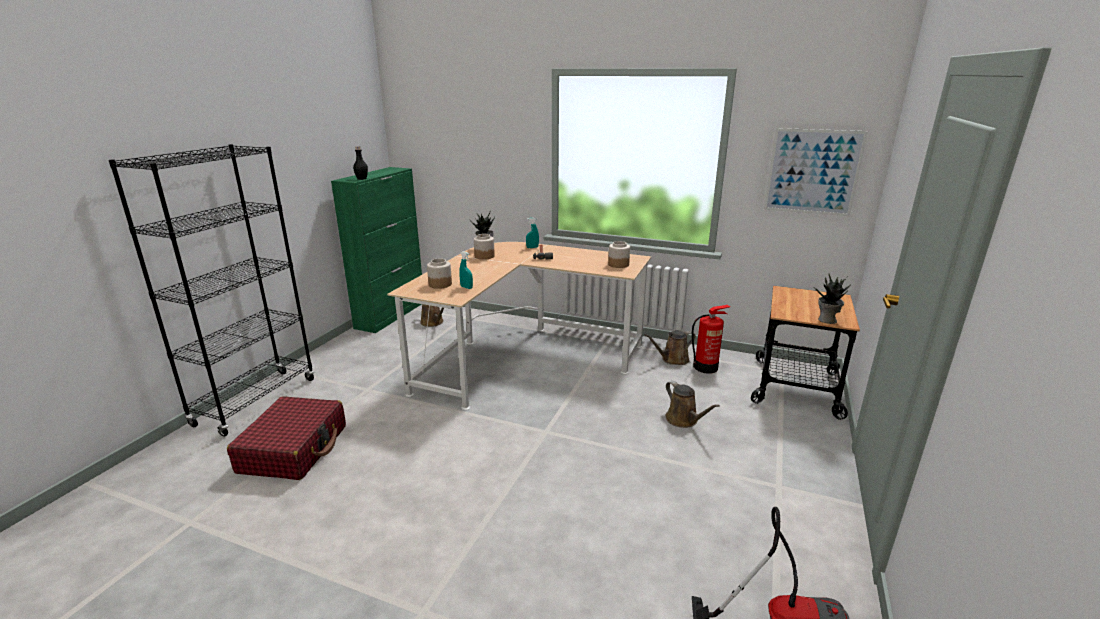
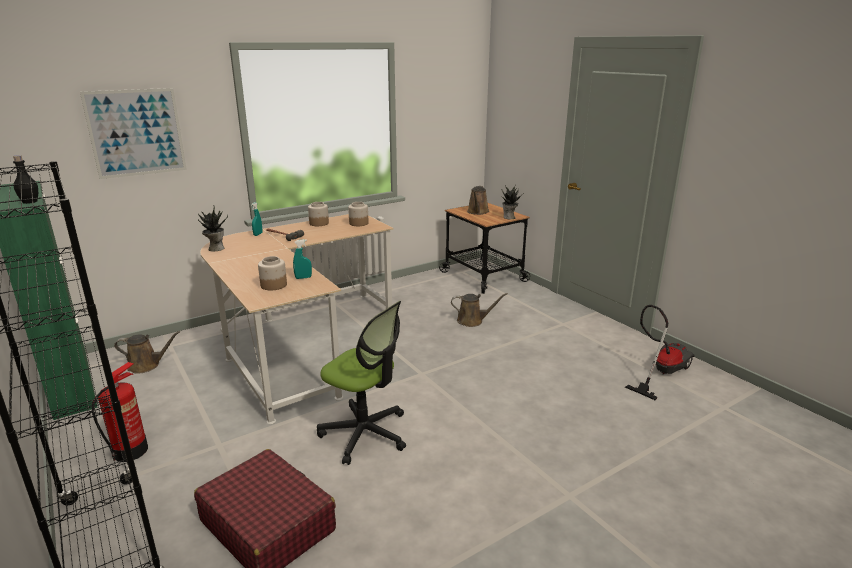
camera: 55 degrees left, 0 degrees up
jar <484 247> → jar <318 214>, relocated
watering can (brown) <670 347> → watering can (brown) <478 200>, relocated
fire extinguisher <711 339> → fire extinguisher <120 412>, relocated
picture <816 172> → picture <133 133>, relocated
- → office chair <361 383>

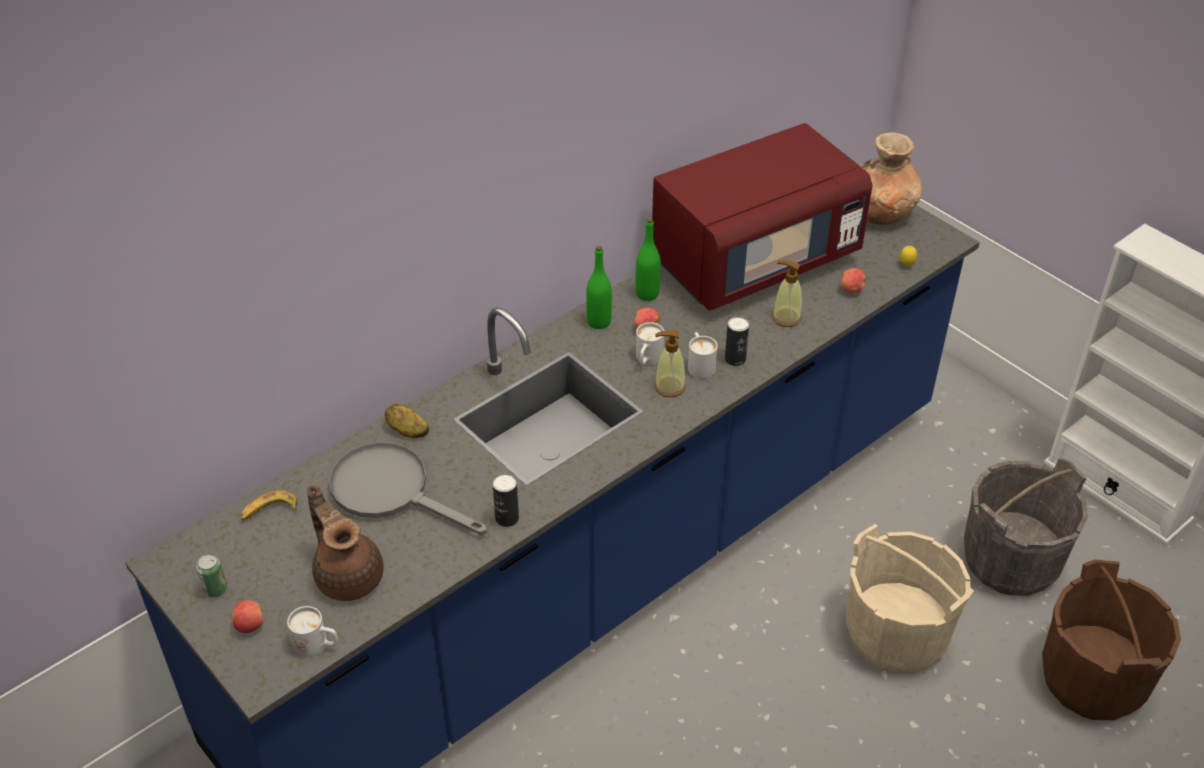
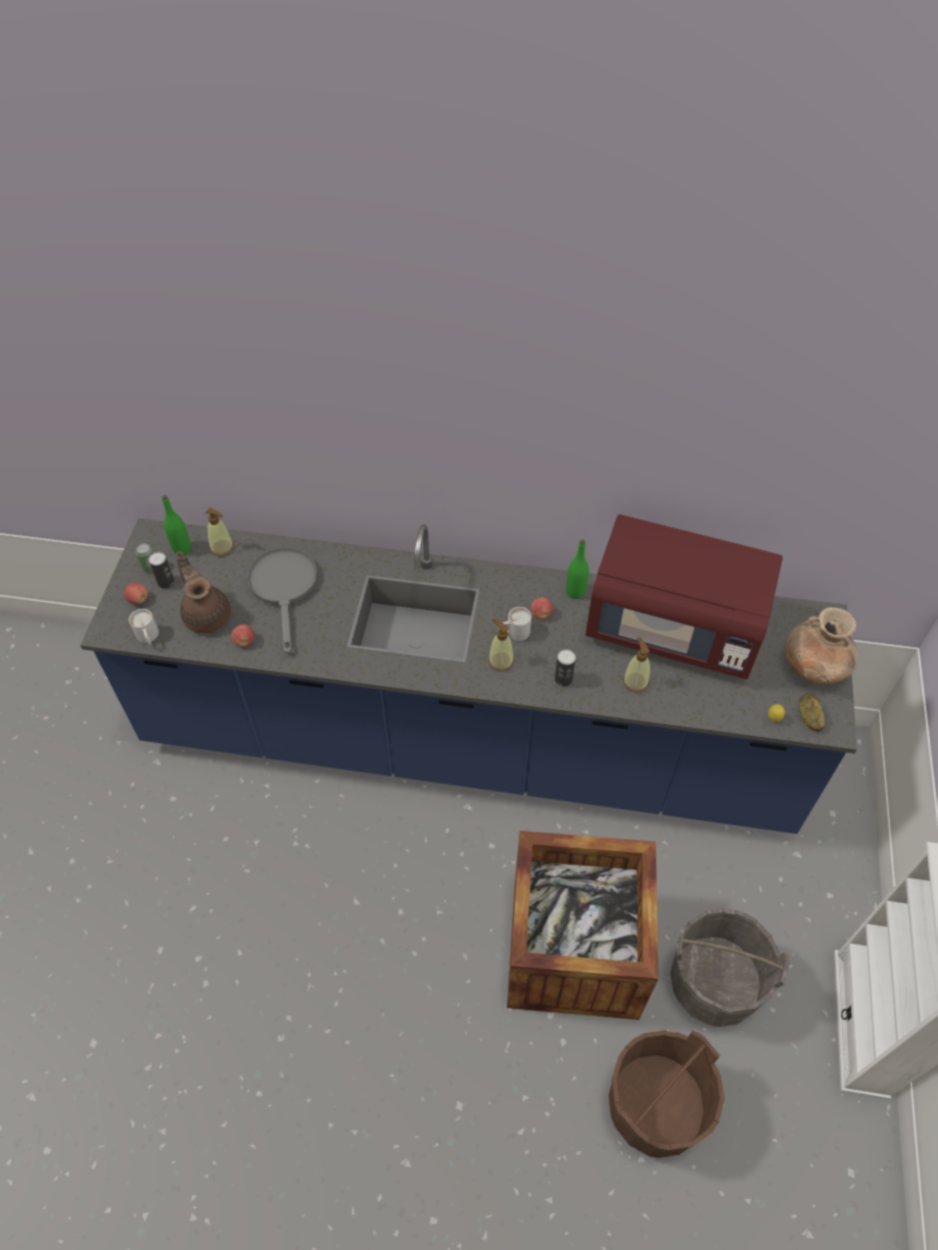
camera: 50 degrees right, 10 degrees up
banana <269 505> → soap dispenser <219 532>
teapot (brown) <345 542> → teapot (brown) <203 592>, 45 degrees counterclockwise
potato <407 421> → potato <812 713>, relocated
can <505 500> → can <162 570>, relocated
bottle (green) <599 287> → bottle (green) <176 524>, relocated
mug (white) <703 355> → -
apple <853 281> → apple <243 635>, relocated
bucket (beige) <910 599> → crate <583 925>

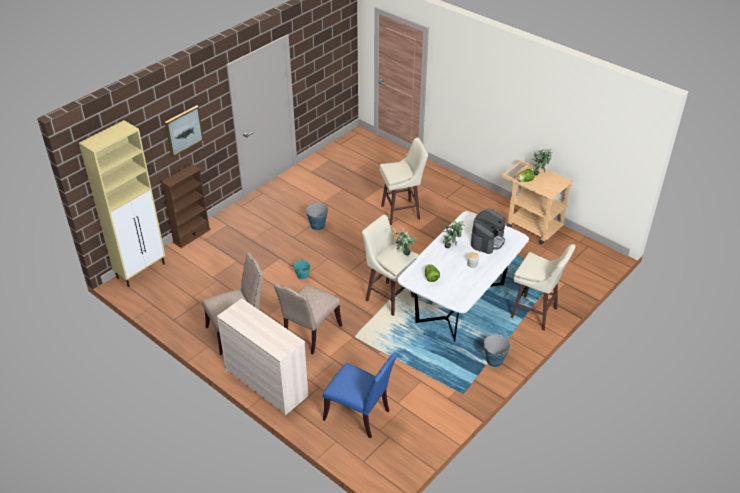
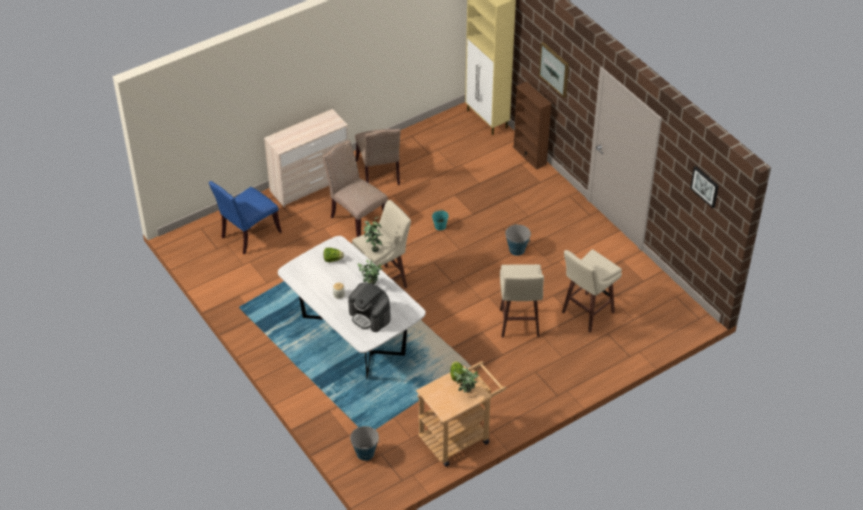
camera: 105 degrees right, 5 degrees up
bucket <497 350> → bucket <365 443>, relocated
stool (beige) <543 287> → stool (beige) <592 290>, relocated
- → picture <704 187>

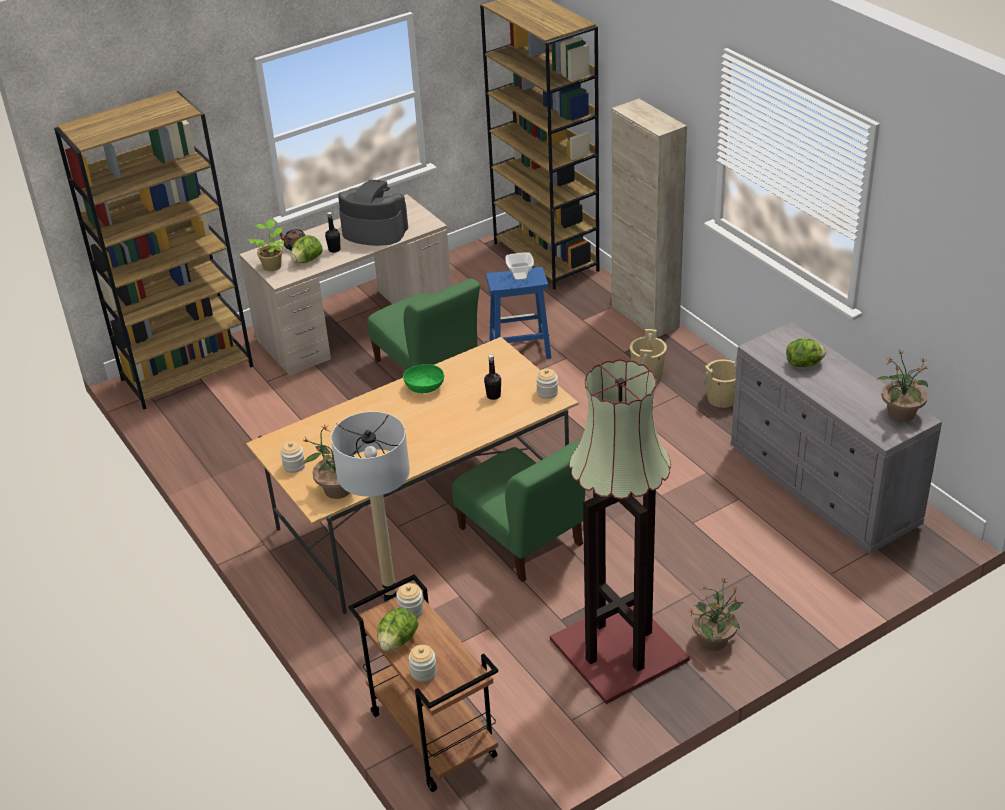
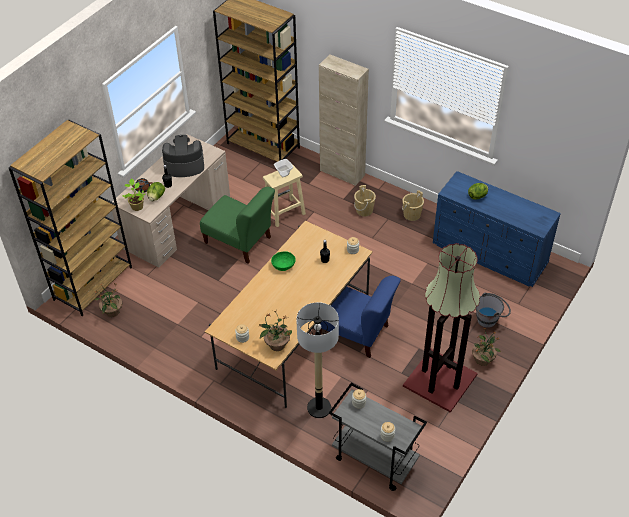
camera: 25 degrees left, 10 degrees up
cart (brown) <423 683> → cart (grey) <378 437>
lettuce <398 629> → -
chair (green) <519 511> → chair (blue) <360 317>
stool (blue) <518 313> → stool (beige) <284 195>
dresser (grey) <836 437> → dresser (blue) <497 229>
potted plant <902 386> → potted plant <108 300>, relocated
- → bucket (grey) <493 310>

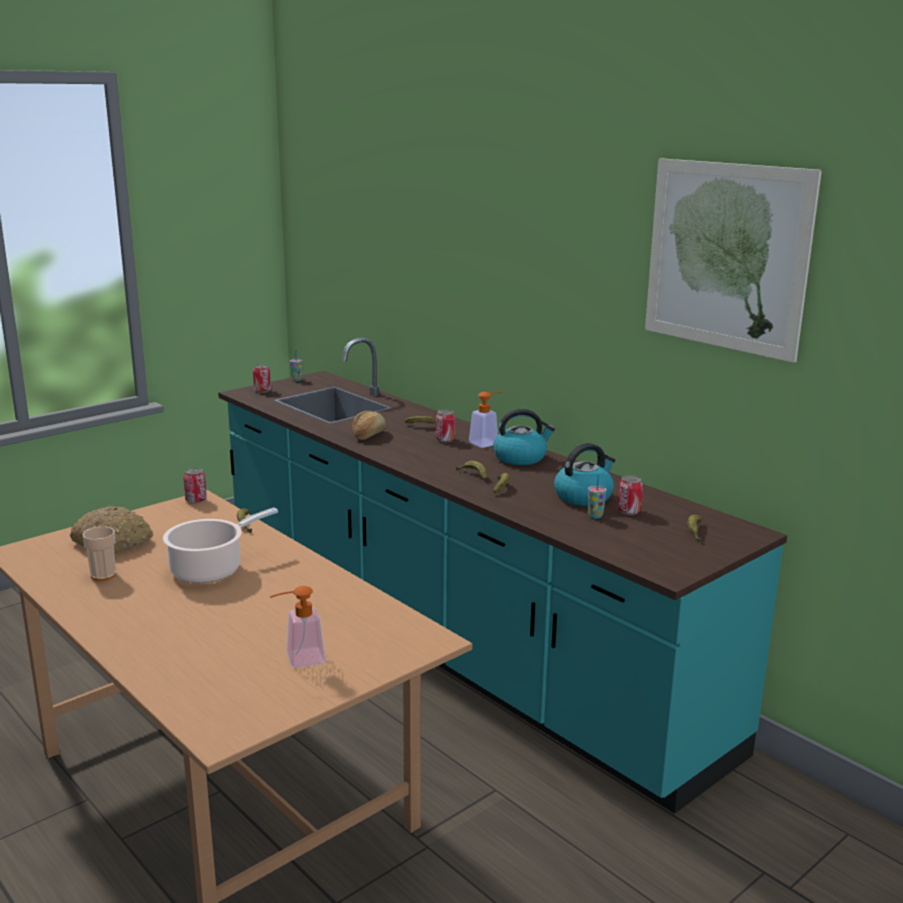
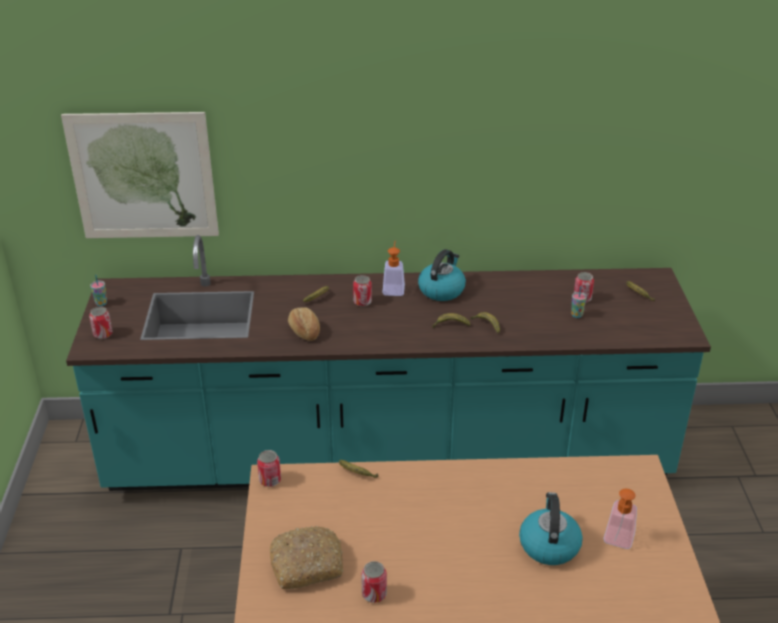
camera: 50 degrees left, 15 degrees up
cup <99 554> → can <374 582>
cooking pot <220 545> → -
kettle <584 474> → kettle <551 528>, relocated
picture <733 260> → picture <140 175>, relocated

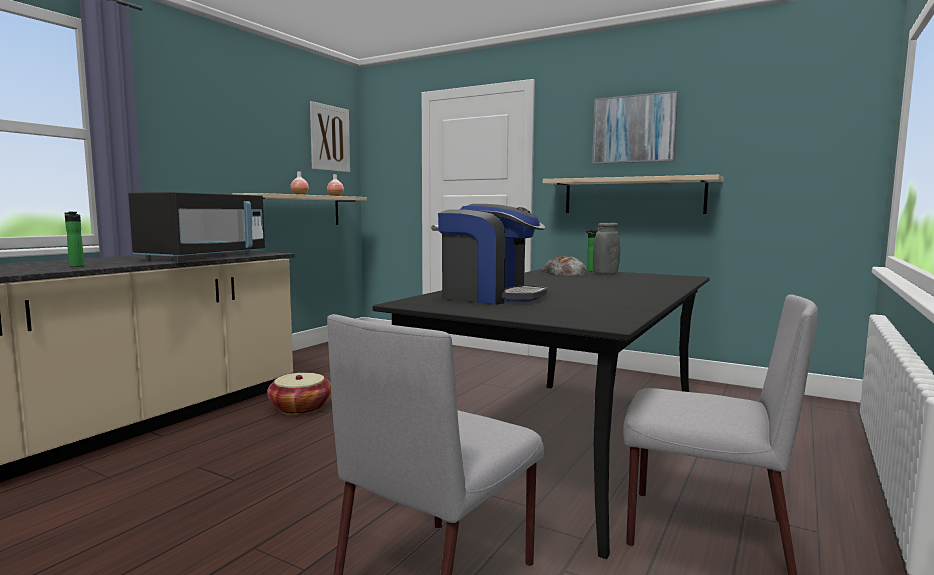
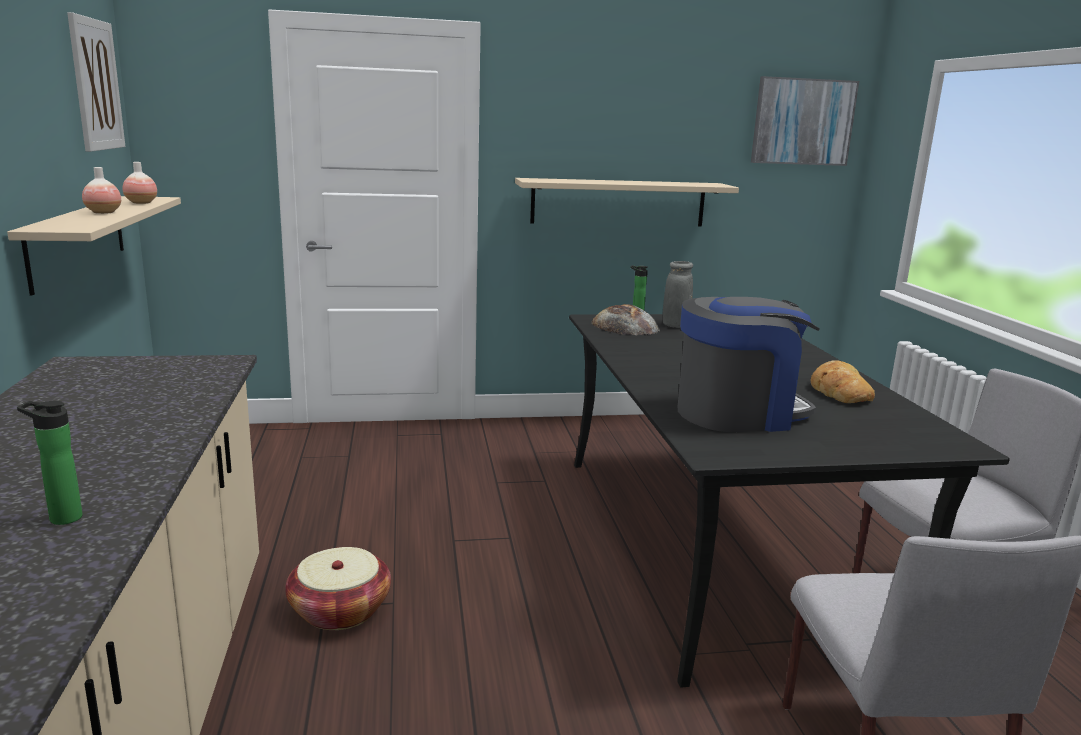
camera: 40 degrees left, 10 degrees up
microwave (black) <197 226> → -
picture <635 127> → picture <805 121>, relocated
- → bread <843 381>

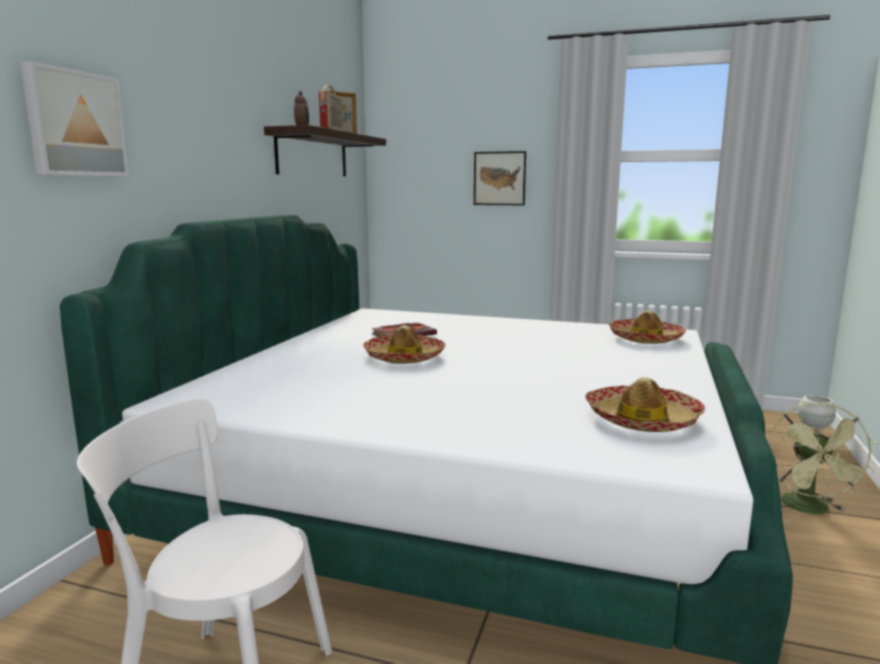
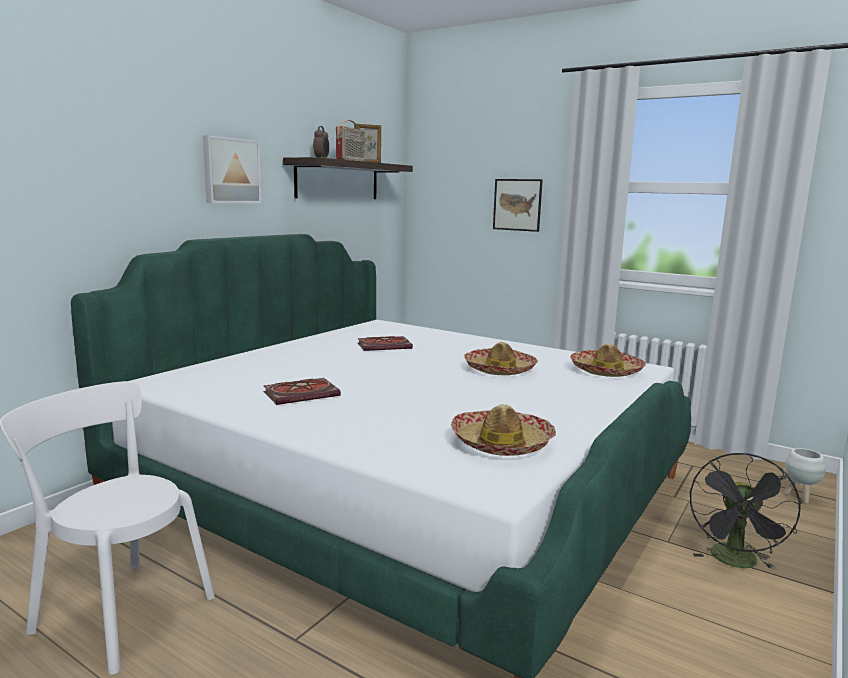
camera: 15 degrees right, 0 degrees up
picture <74 118> → picture <232 169>, relocated
hat <404 345> → hat <501 358>, relocated
fan (green) <823 458> → fan (black) <745 511>
- → book <302 391>

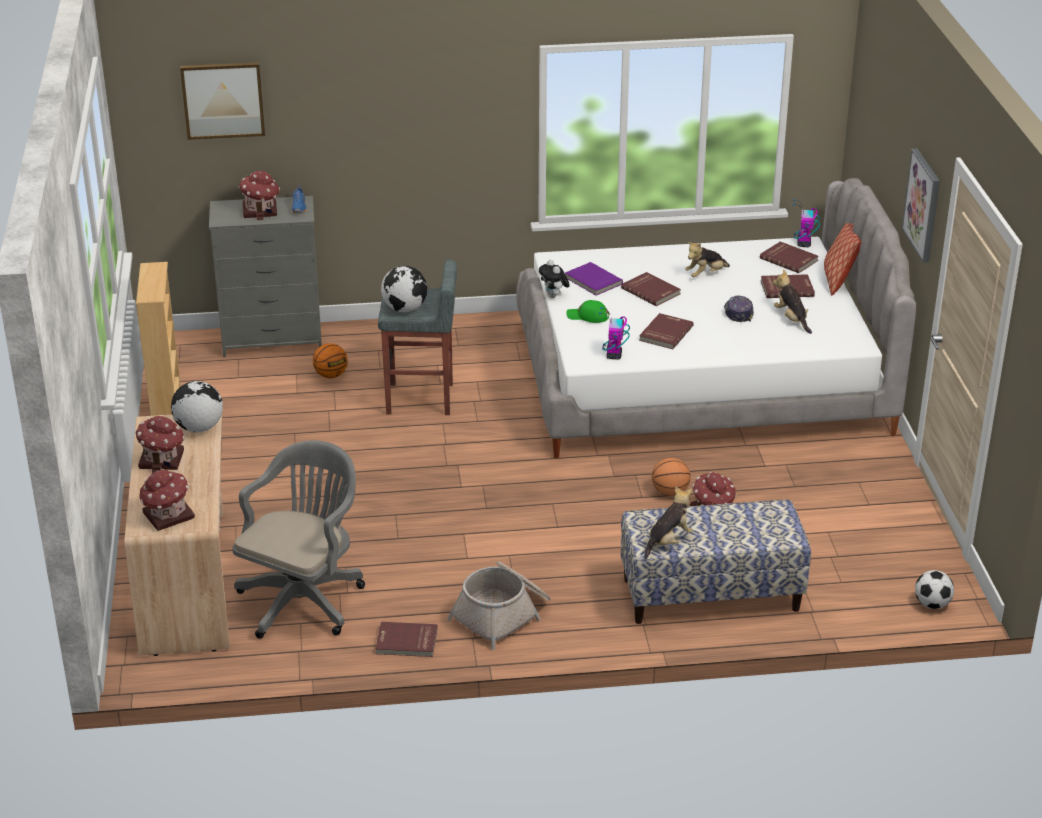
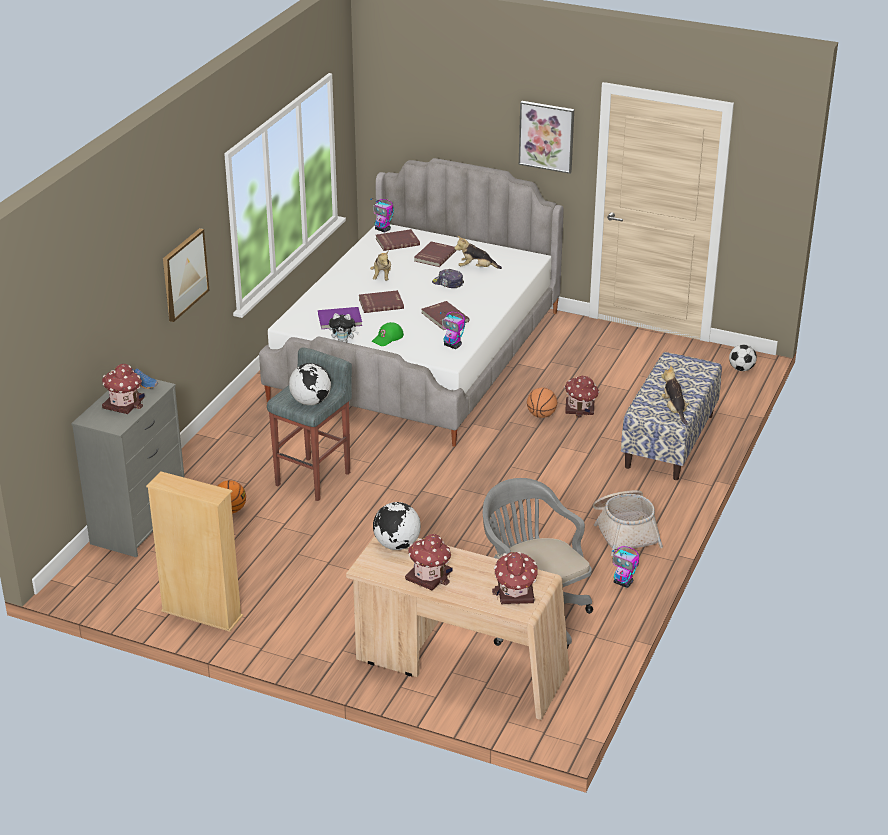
camera: 60 degrees left, 0 degrees up
picture <222 101> → picture <186 275>, relocated
book (red) <406 639> → toy robot <625 567>
pillow <842 259> → -

